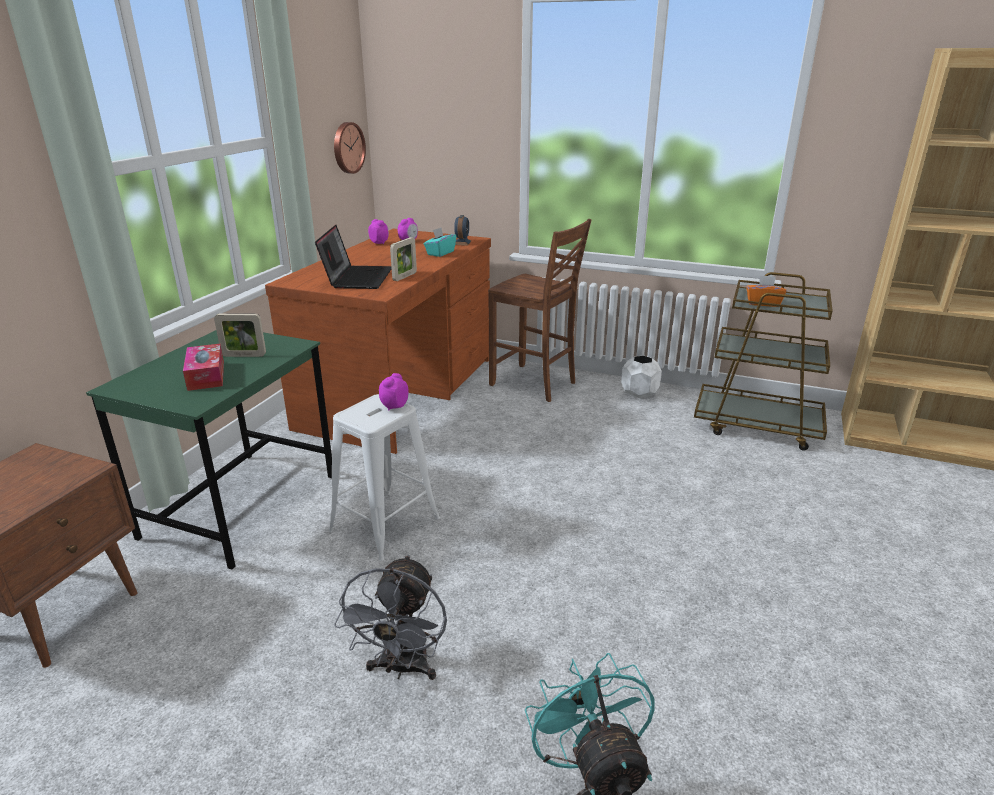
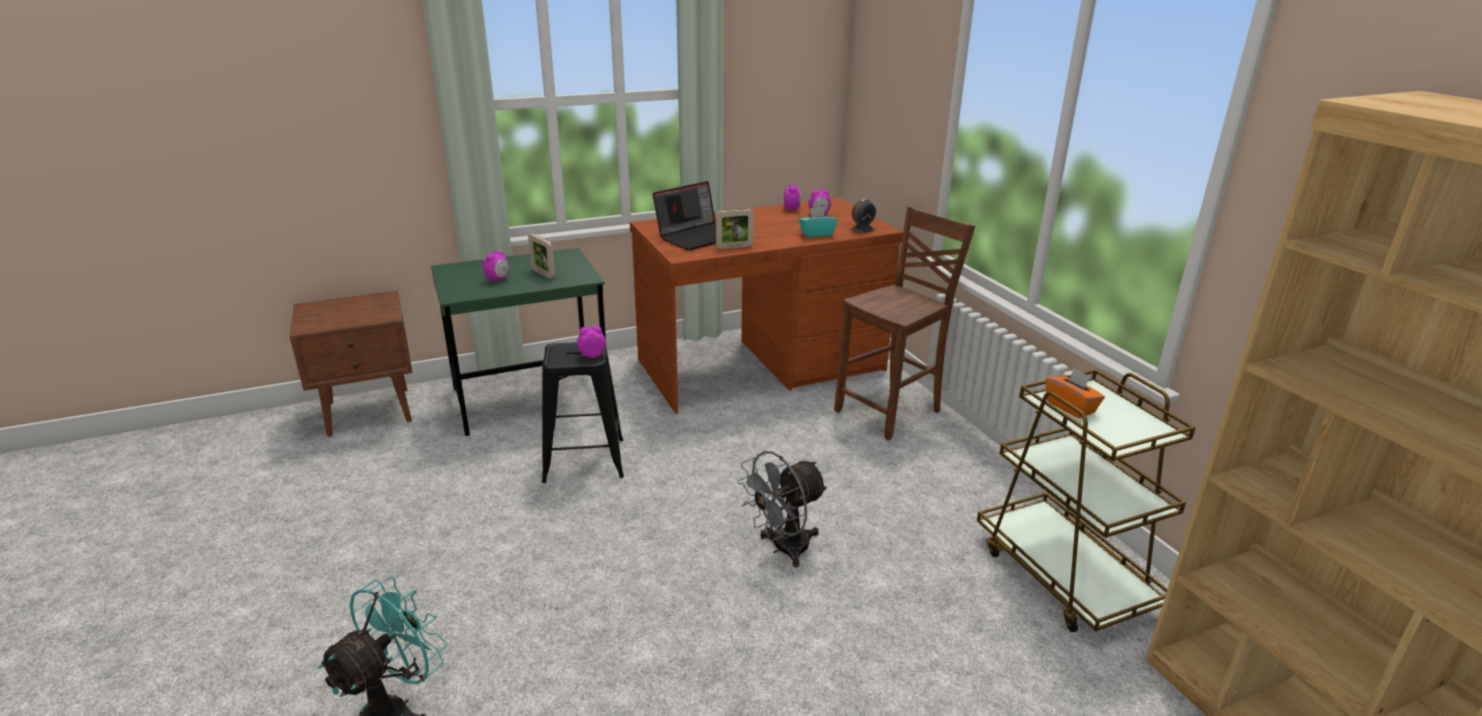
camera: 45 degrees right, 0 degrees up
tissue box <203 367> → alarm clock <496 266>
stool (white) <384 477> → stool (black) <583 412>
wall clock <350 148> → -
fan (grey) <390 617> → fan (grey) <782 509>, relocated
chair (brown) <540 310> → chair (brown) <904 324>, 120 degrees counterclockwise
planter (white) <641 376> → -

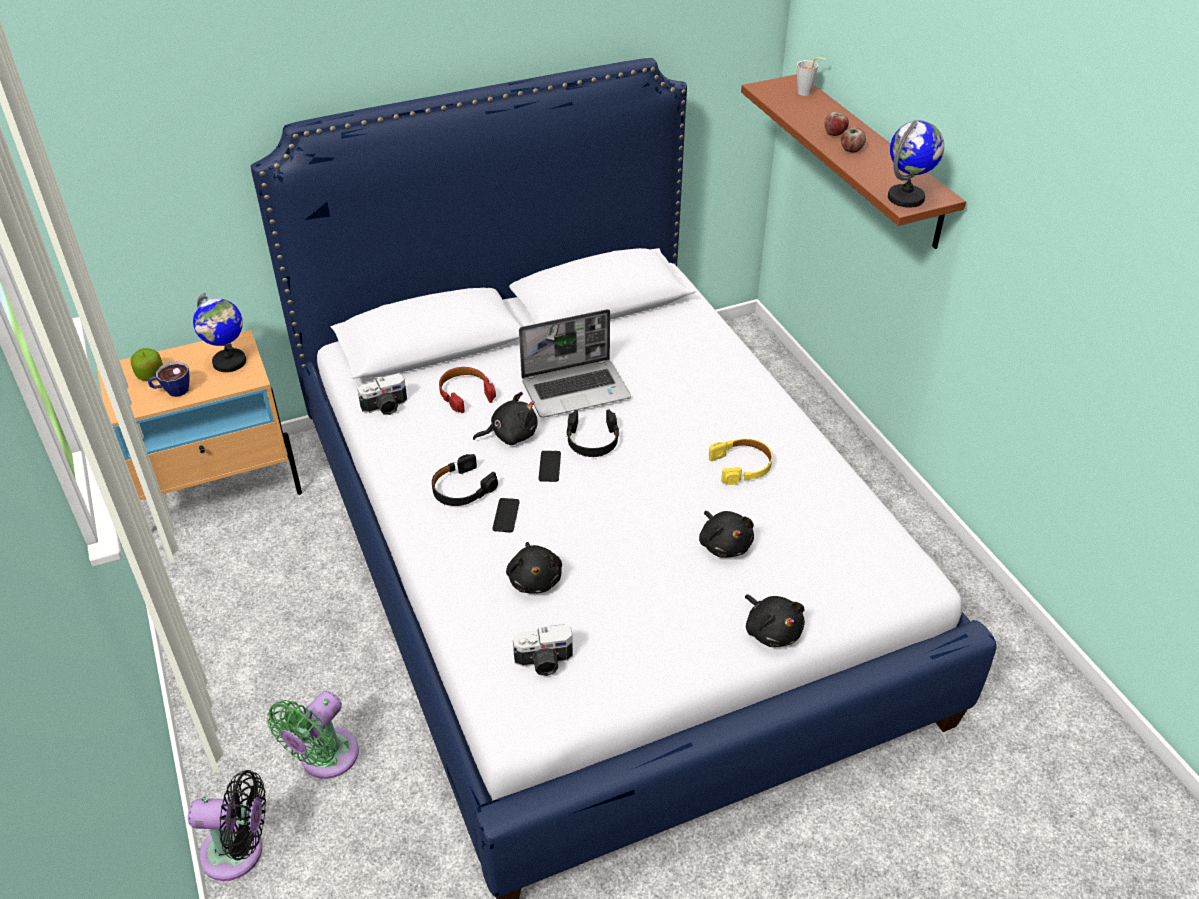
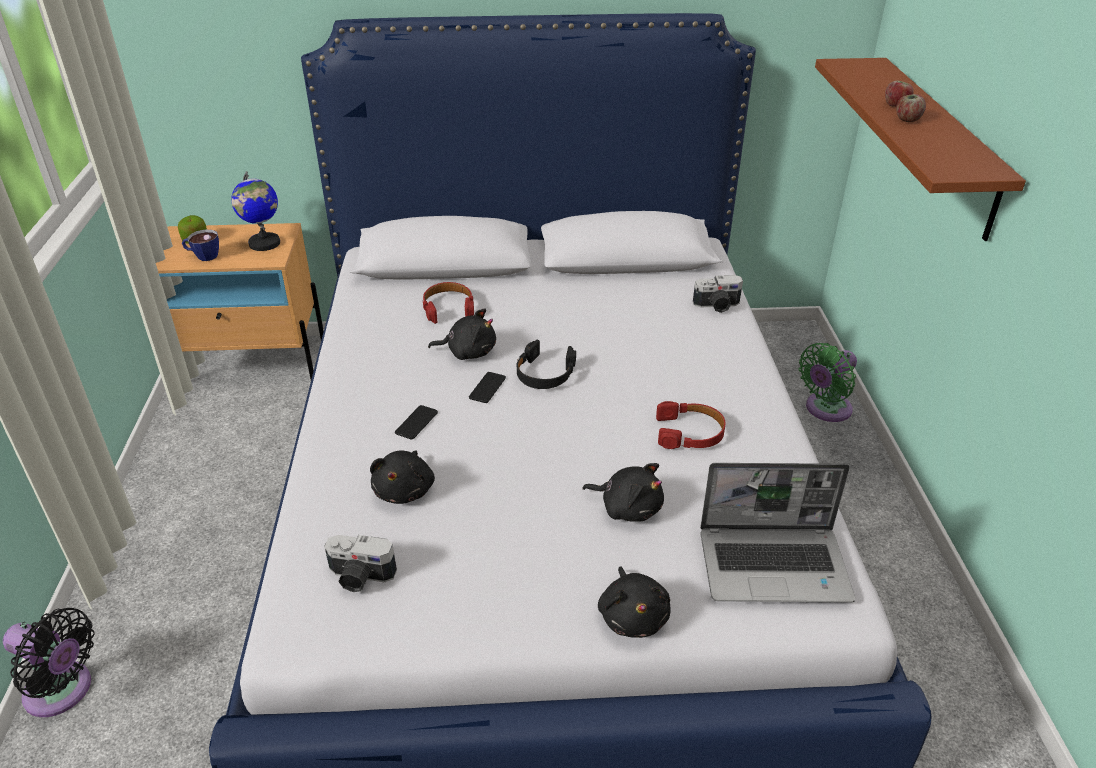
camera: 20 degrees right, 5 degrees down
fan (green) <313 735> → fan (green) <828 382>, relocated
photo camera <382 394> → photo camera <718 294>, relocated
headphones (black) <465 480> → -
laptop <575 363> → laptop <777 533>, relocated
plush toy (black) <726 534> → plush toy (black) <623 492>, 60 degrees counterclockwise
headphones (yellow) <741 461> → headphones (red) <690 425>
cup (grey) <811 76> → -
globe <916 164> → -

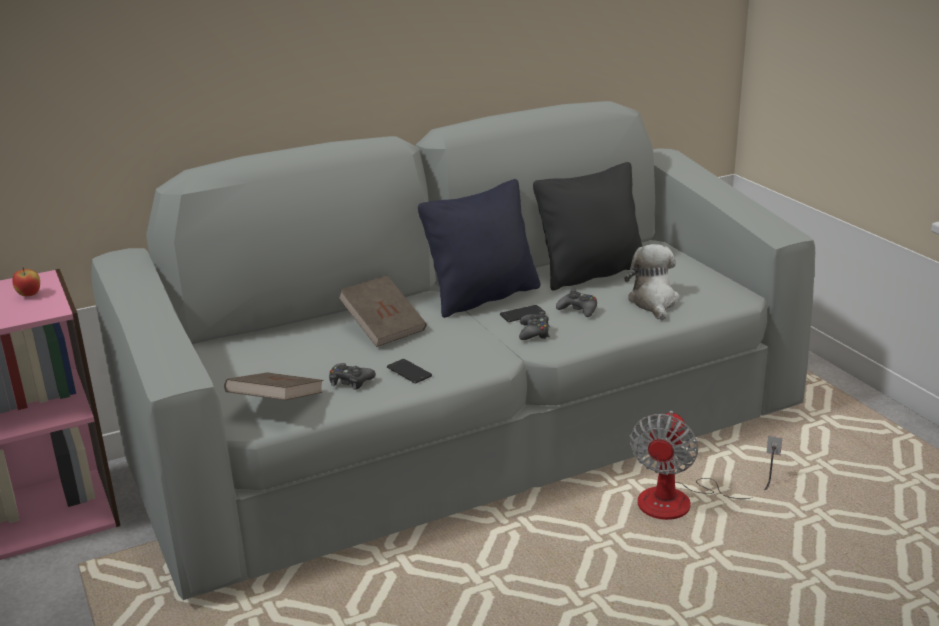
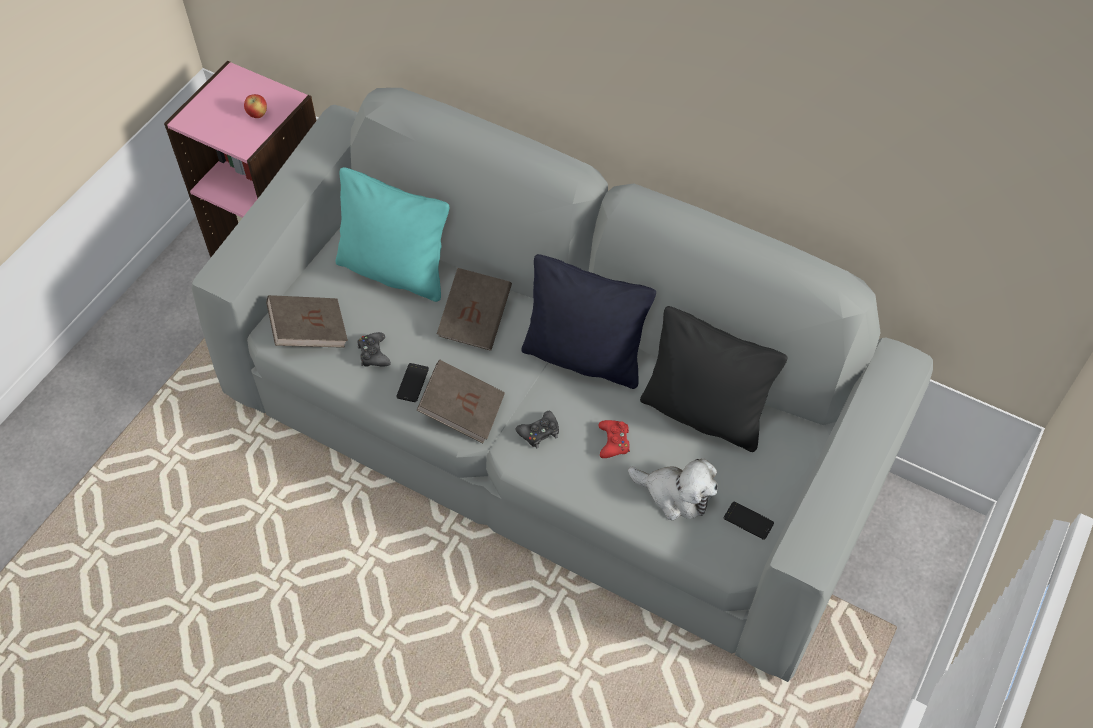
camera: 55 degrees right, 30 degrees up
phone <523 313> → phone <749 521>, relocated
game controller (black) <576 303> → game controller (red) <614 439>
plush toy <652 282> → plush toy <673 489>, 60 degrees clockwise
fan <705 465> → -
- → pillow (turquoise) <392 234>
- → book (brown) <460 401>

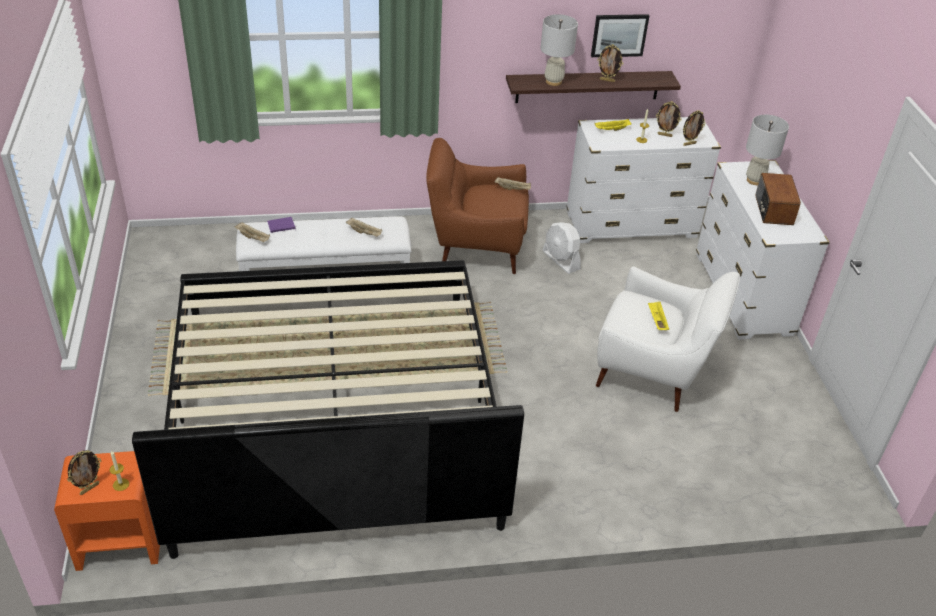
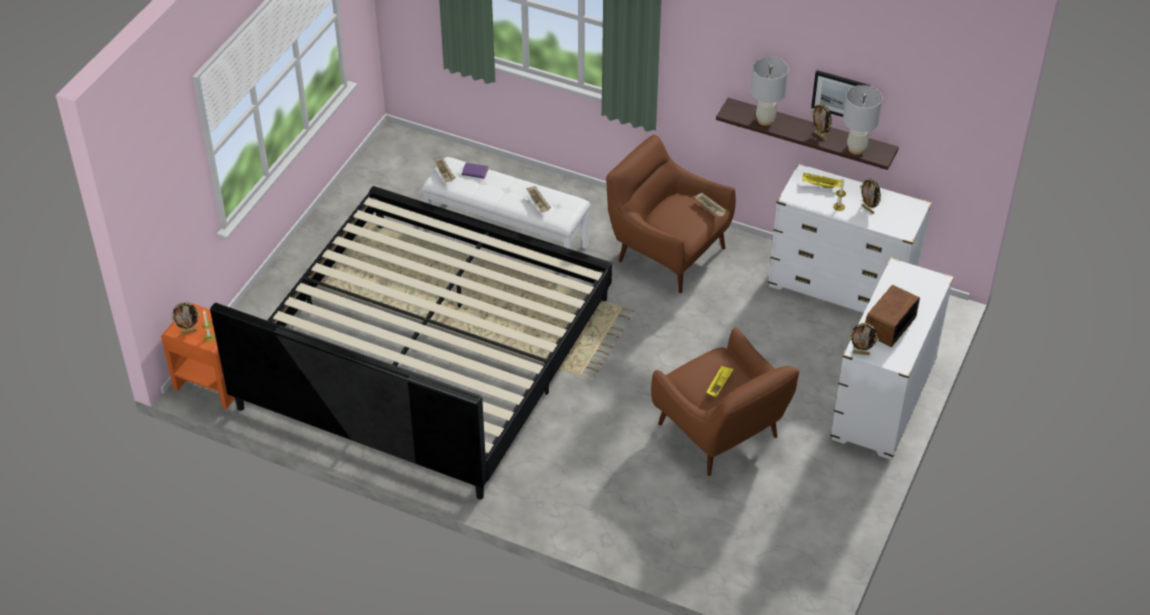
camera: 35 degrees right, 5 degrees up
fan (white) <562 248> → -
armchair (white) <668 339> → armchair (brown) <725 401>
picture frame <694 128> → picture frame <864 339>, relocated
table lamp (white) <767 150> → table lamp (white) <862 120>, relocated

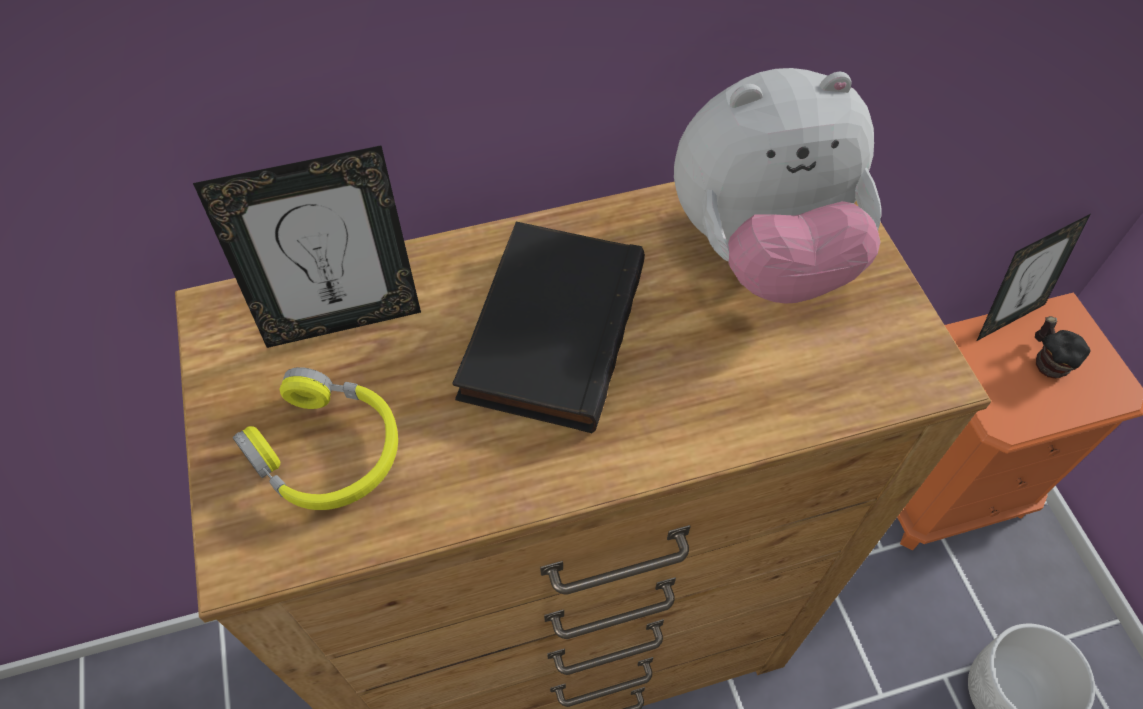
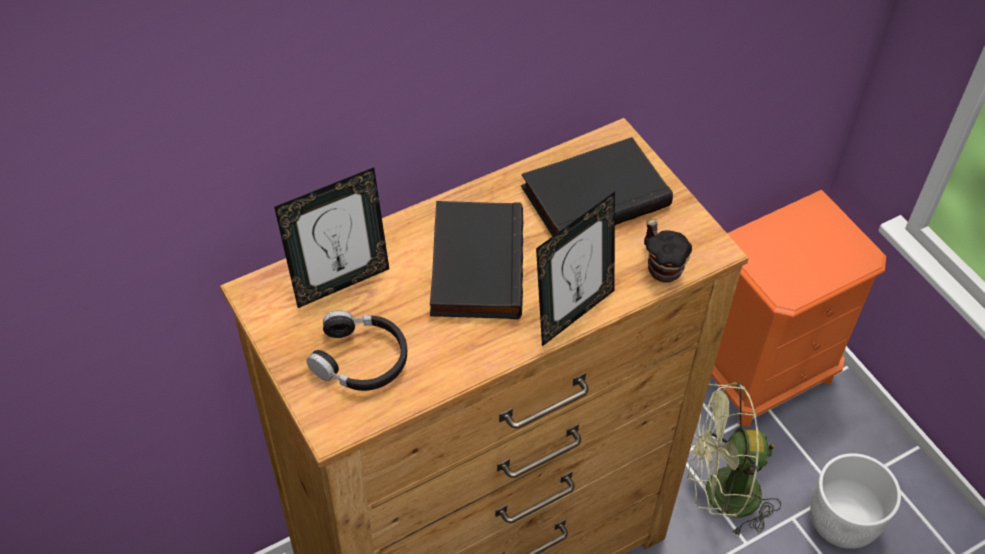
camera: 15 degrees left, 5 degrees down
headphones (yellow) <315 438> → headphones (black) <356 351>
plush toy <778 186> → book (black) <597 187>
picture frame <1034 277> → picture frame <575 269>, relocated
mug <1062 347> → mug <668 251>, relocated
- → fan (green) <733 459>

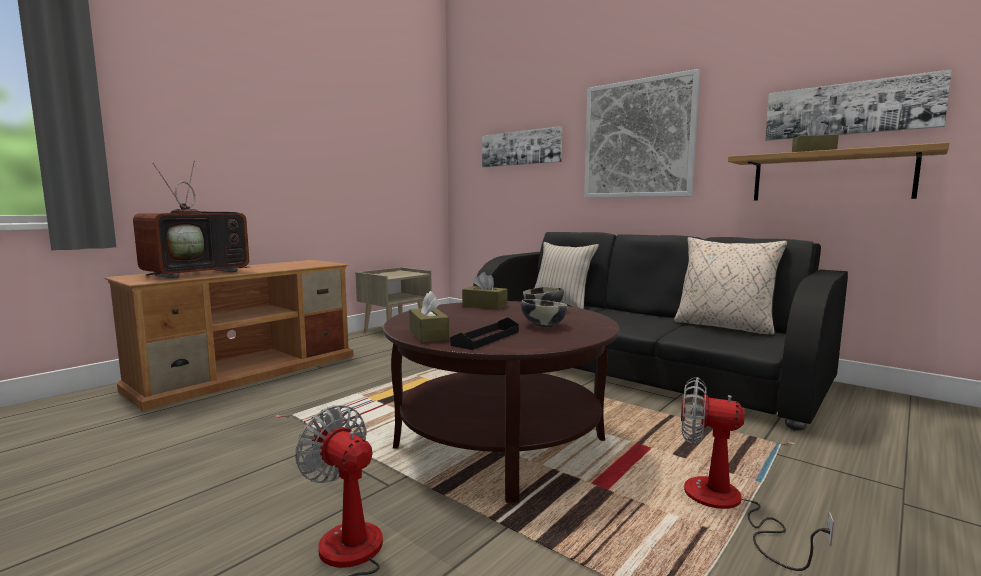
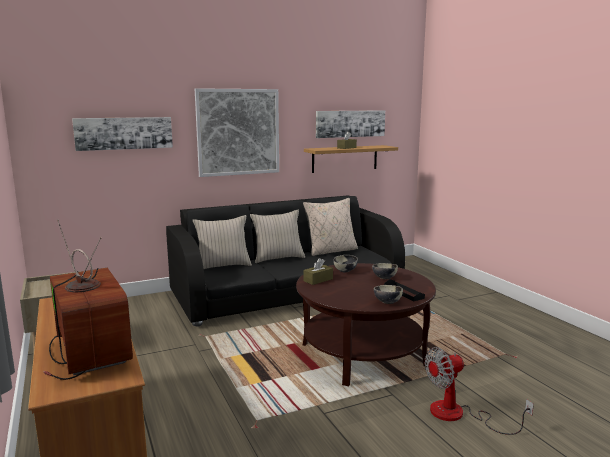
camera: 65 degrees left, 5 degrees up
tissue box (brown) <429 317> → bowl <388 294>
fan <757 474> → -
- → pillow (beige) <277 236>

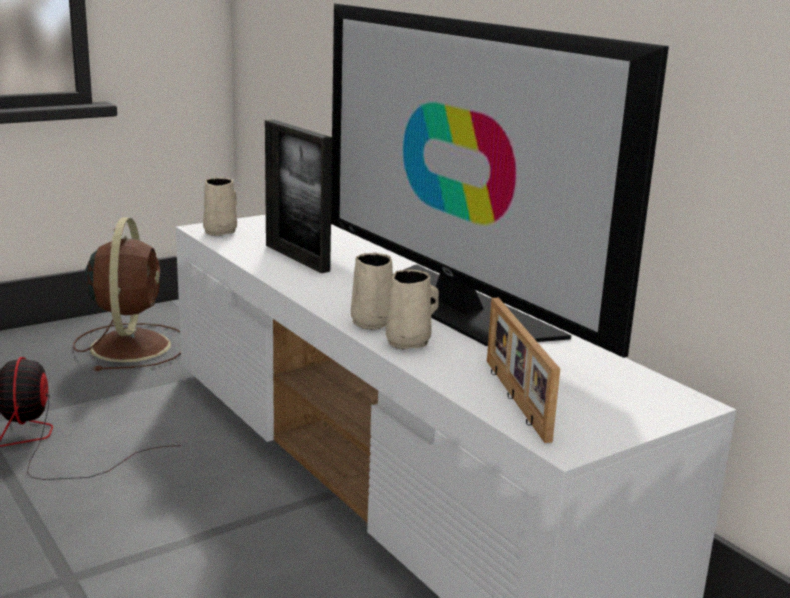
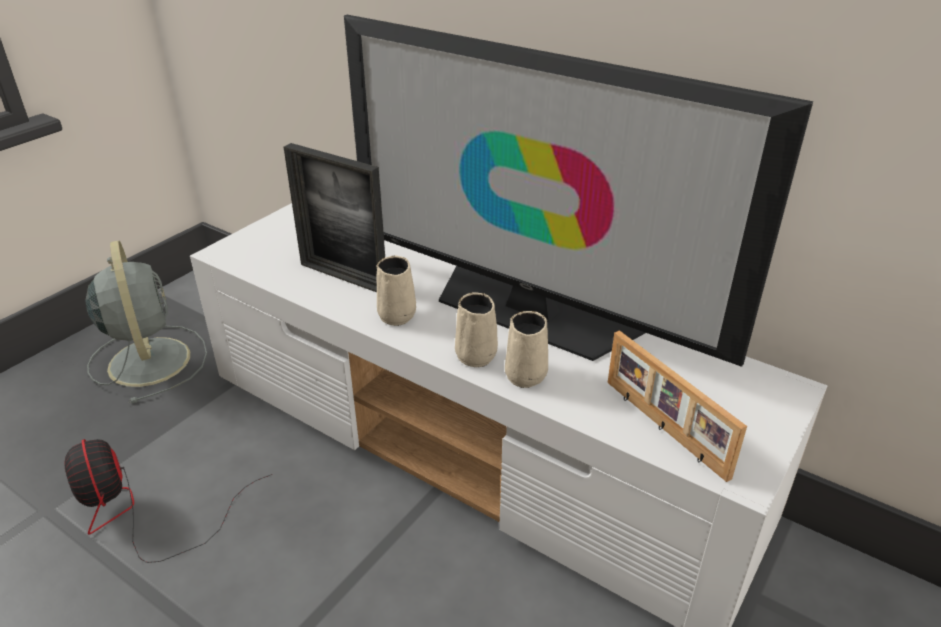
camera: 20 degrees left, 15 degrees up
fan (brown) <127 294> → fan (grey) <146 322>
mug (beige) <220 207> → mug (beige) <396 291>, relocated

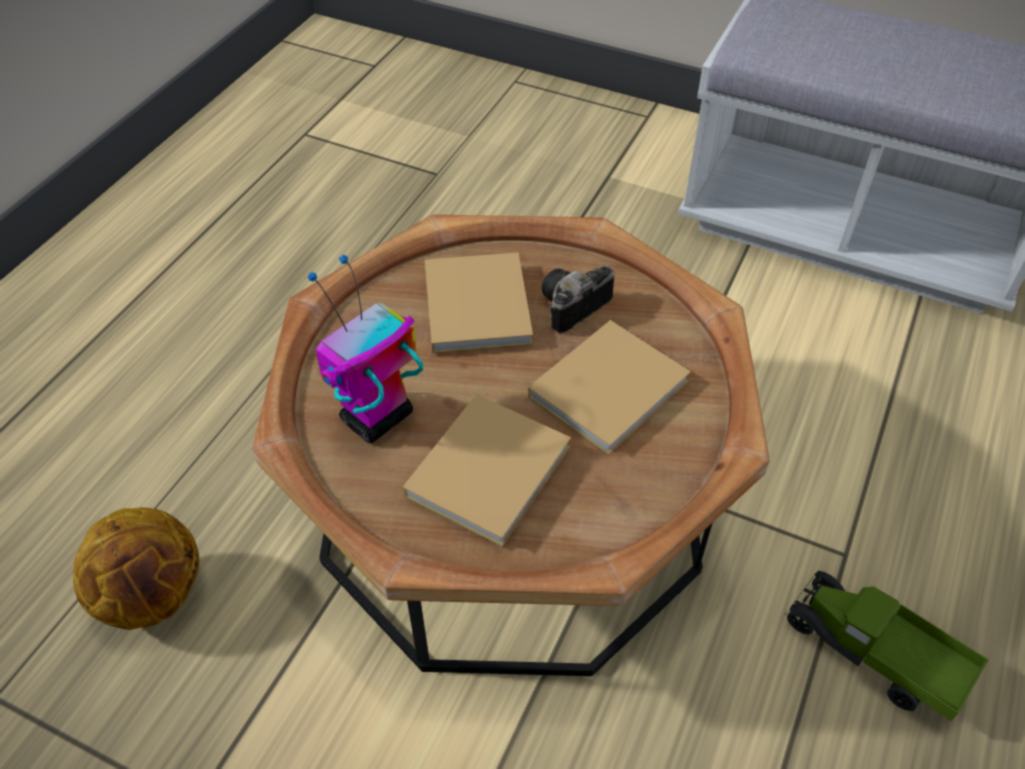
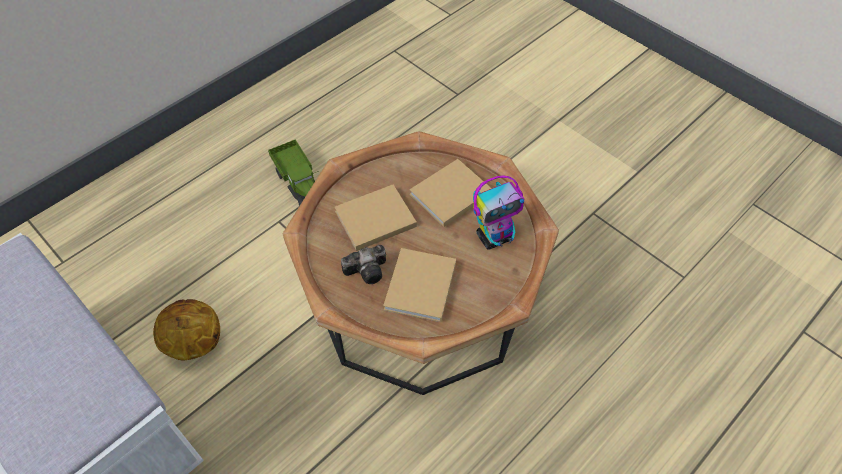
camera: 160 degrees left, 5 degrees up
basketball <136 569> → basketball <186 330>, relocated

